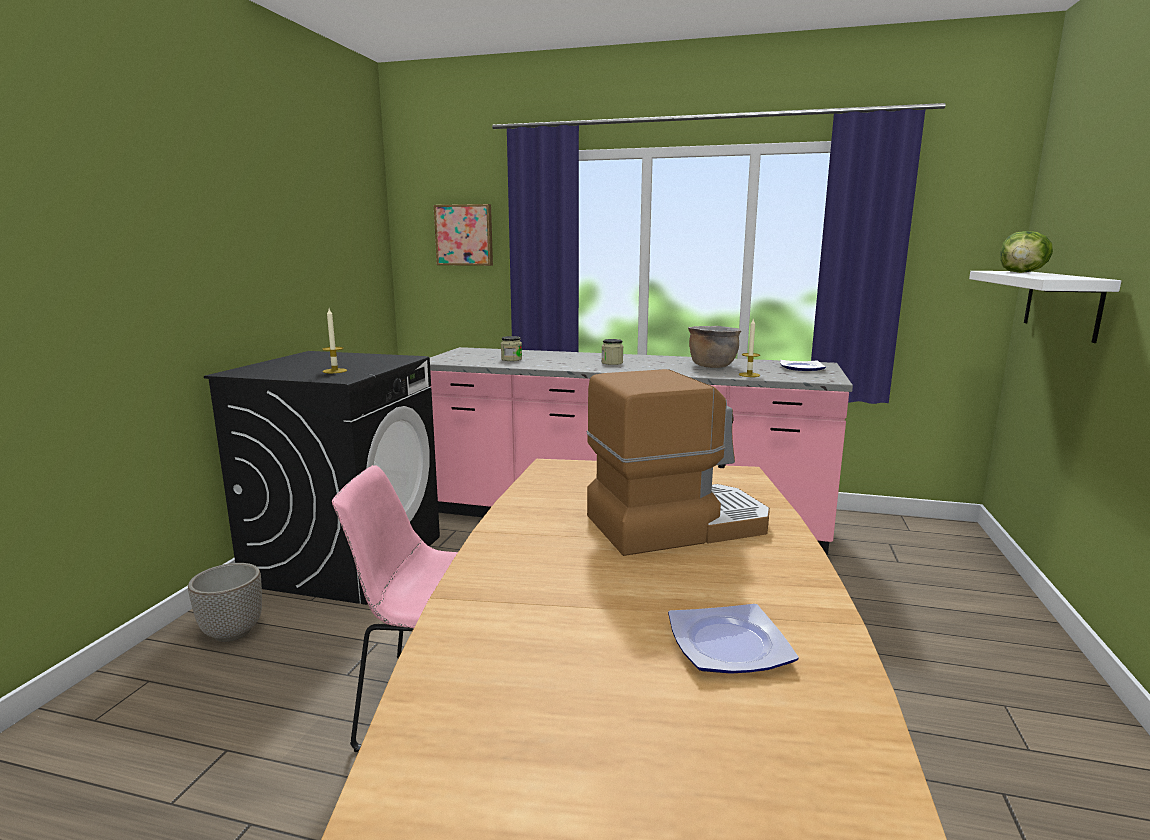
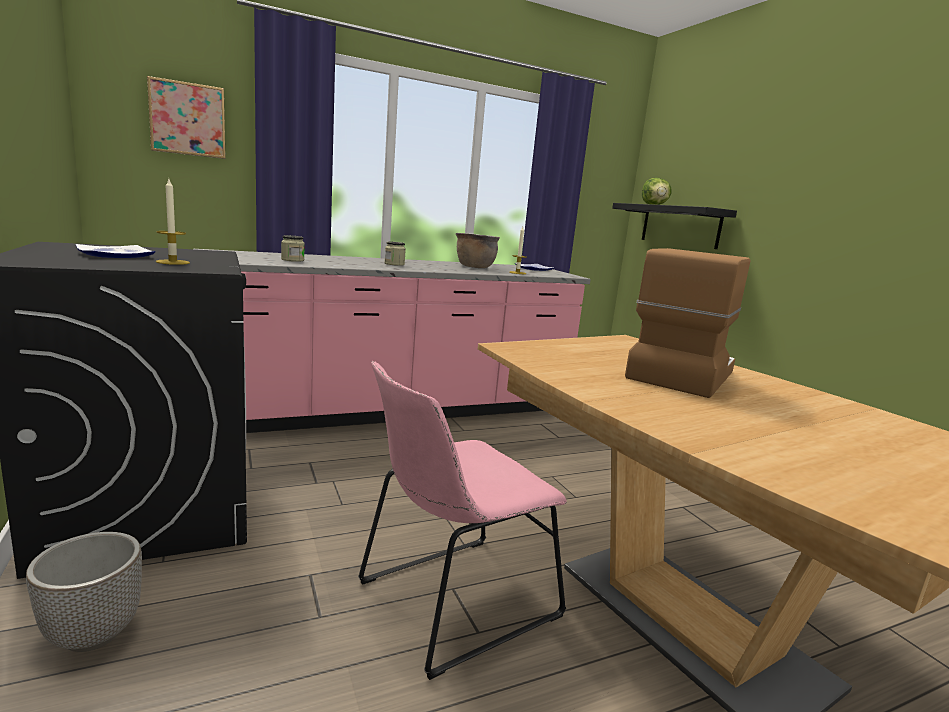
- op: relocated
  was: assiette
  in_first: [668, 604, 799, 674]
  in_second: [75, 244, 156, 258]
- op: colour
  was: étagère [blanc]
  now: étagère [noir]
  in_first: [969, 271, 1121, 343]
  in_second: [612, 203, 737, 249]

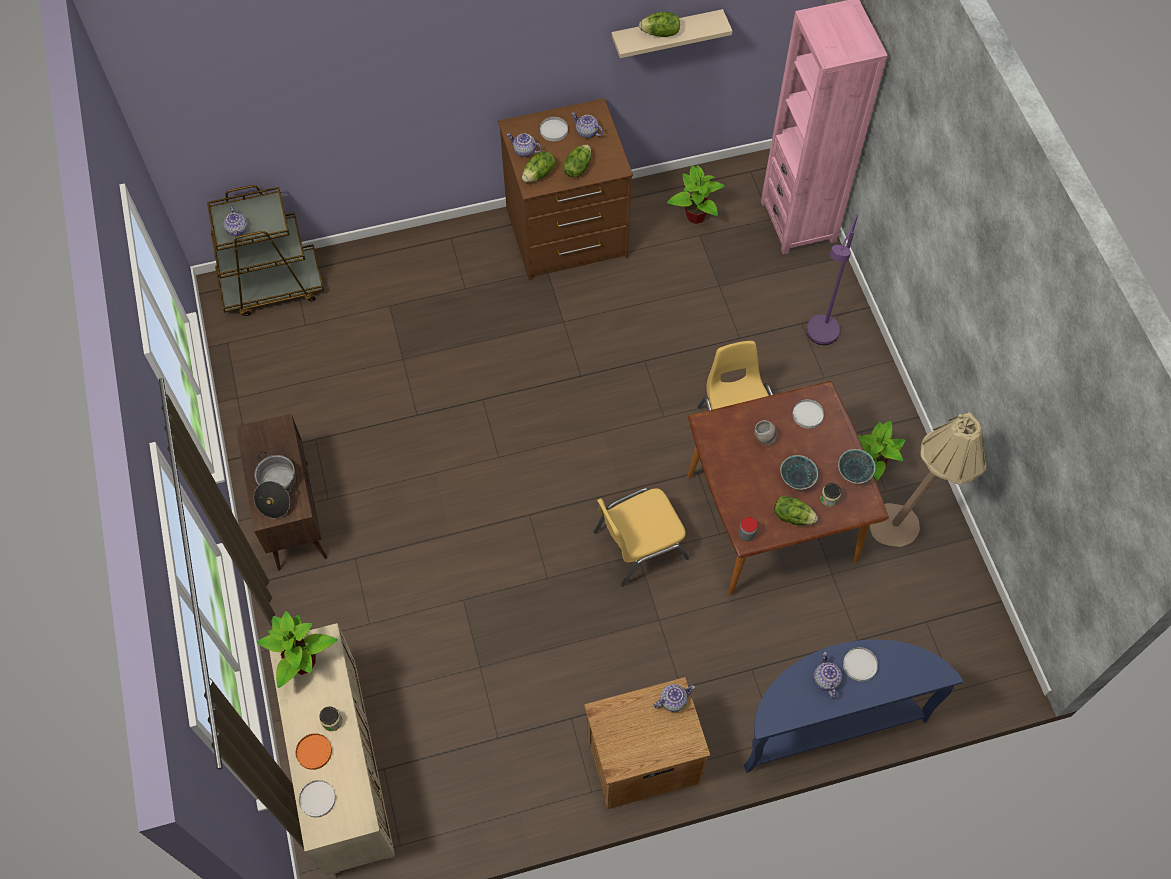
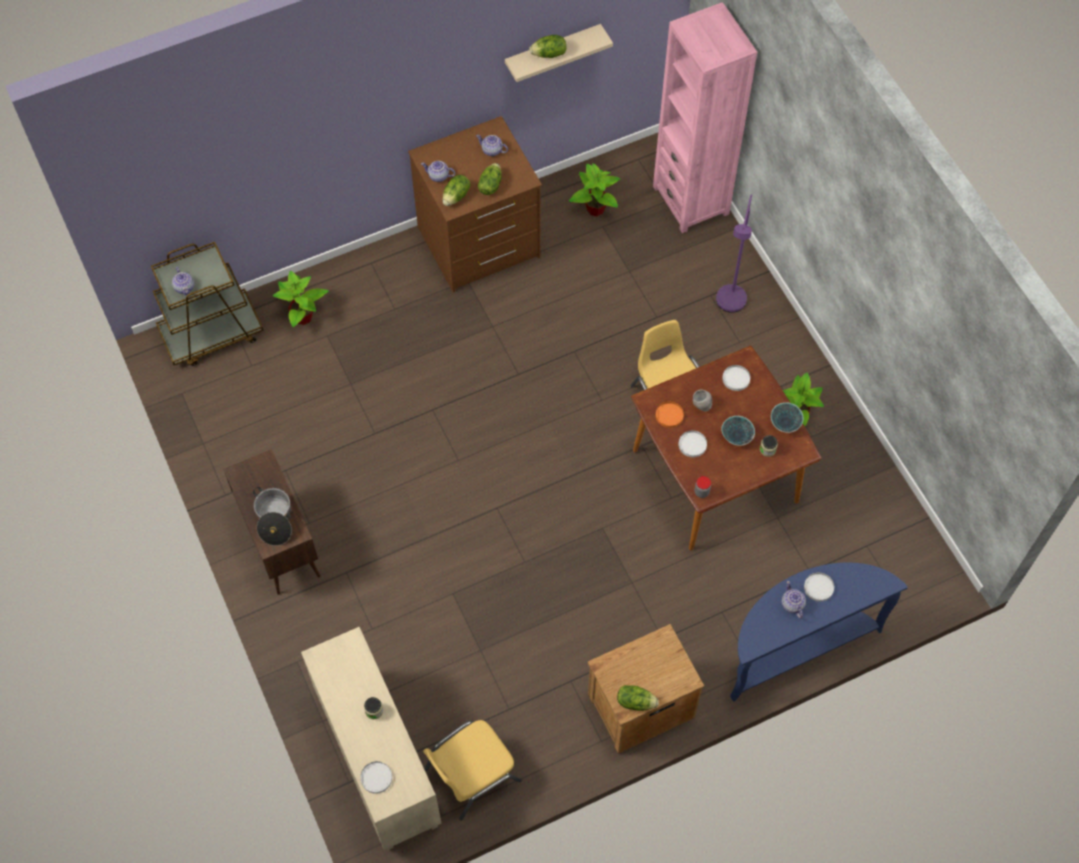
- op: relocated
  was: plante en pot
  in_first: [257, 611, 338, 688]
  in_second: [273, 271, 329, 327]
- op: relocated
  was: chaise [jaune]
  in_first: [594, 488, 689, 586]
  in_second: [423, 720, 522, 821]
- op: relocated
  was: laitue
  in_first: [774, 496, 818, 525]
  in_second: [617, 685, 659, 711]
- op: relocated
  was: assiette [orange]
  in_first: [296, 733, 332, 770]
  in_second: [656, 401, 684, 428]
- op: relocated
  was: assiette [blanc]
  in_first: [540, 117, 568, 141]
  in_second: [679, 430, 707, 457]
- op: missing
  was: théière
  in_first: [653, 684, 695, 712]
- op: missing
  was: lampadaire [beige]
  in_first: [870, 410, 987, 547]

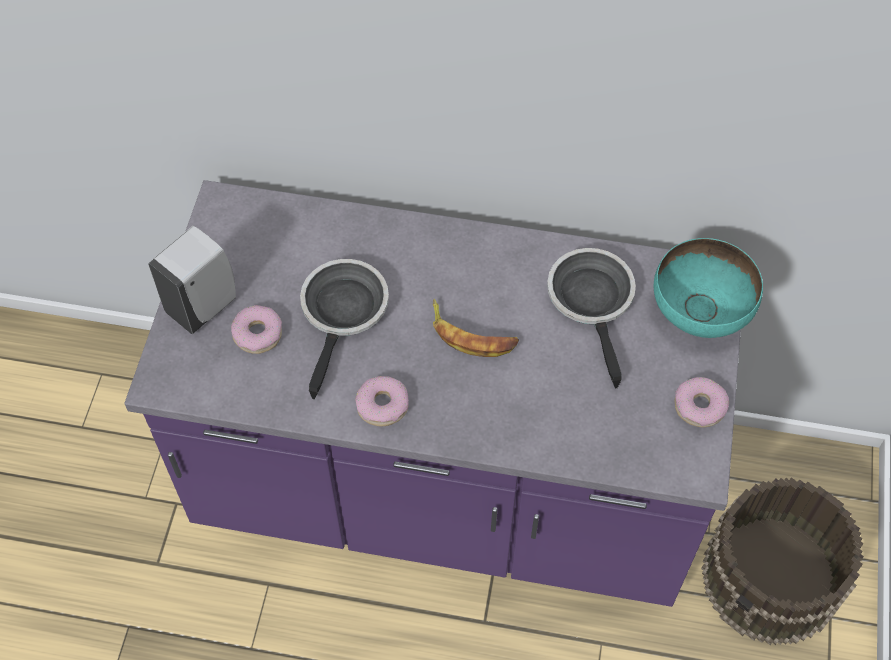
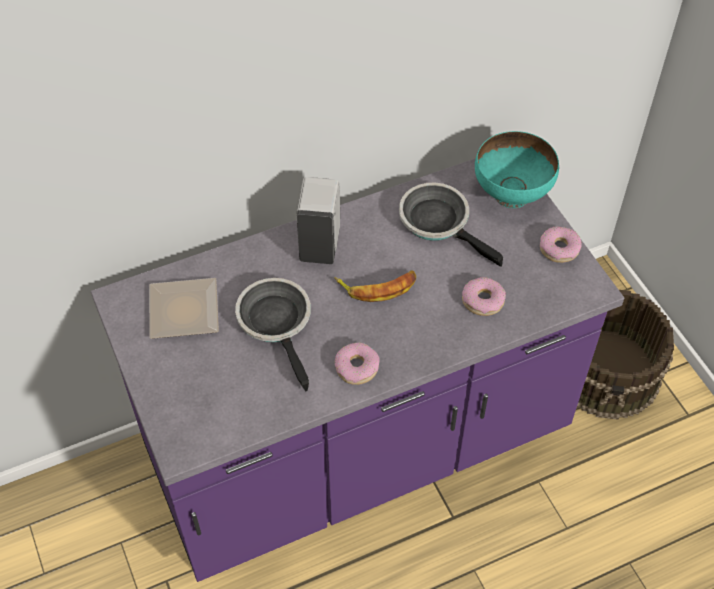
- op: appeared
  now: assiette
  in_second: [149, 278, 219, 339]
- op: relocated
  was: distributeur de savon [blanc]
  in_first: [148, 226, 236, 334]
  in_second: [297, 177, 340, 264]
- op: relocated
  was: beignet
  in_first: [231, 305, 282, 354]
  in_second: [462, 277, 506, 316]

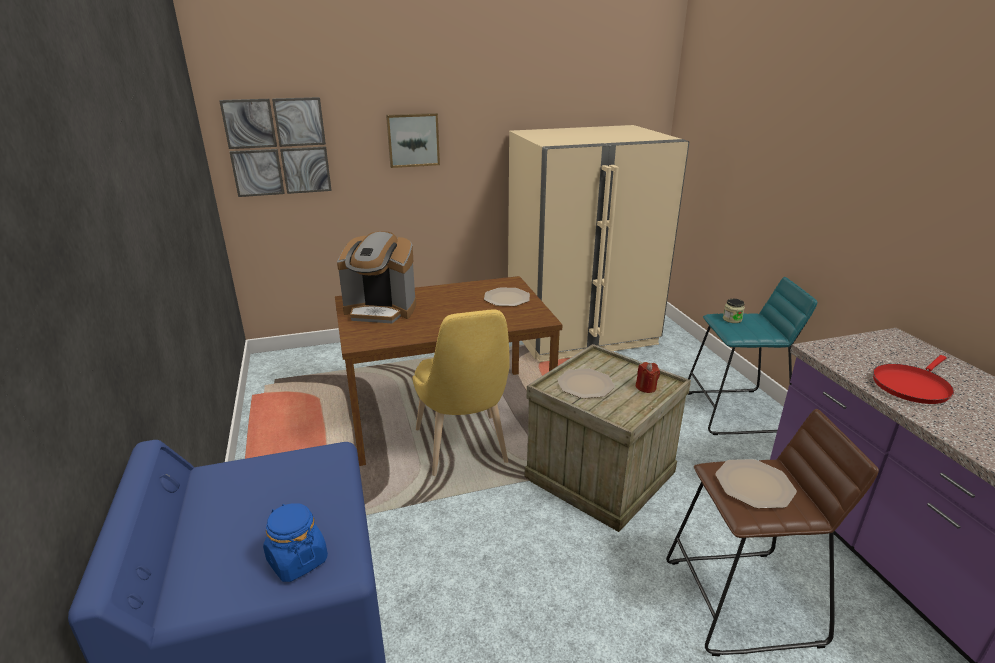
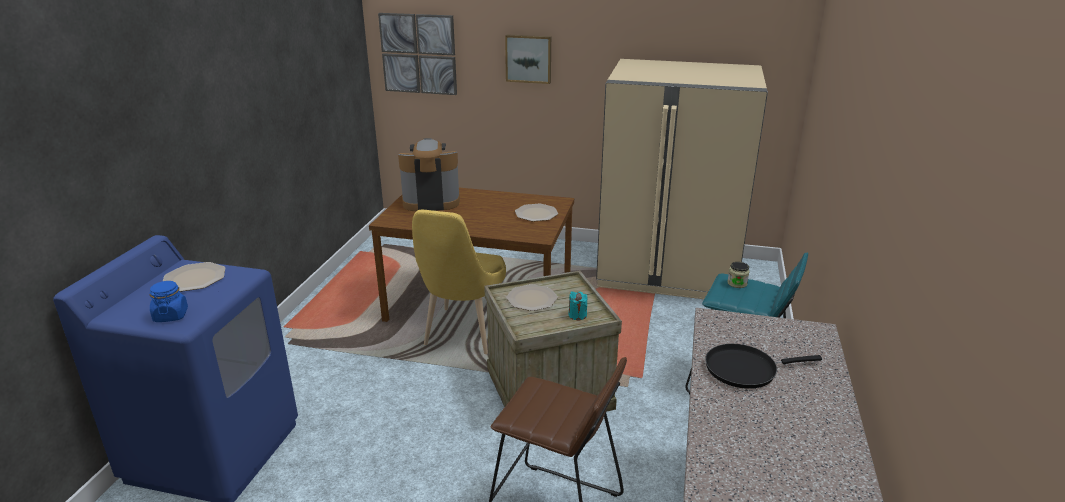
- op: relocated
  was: assiette
  in_first: [716, 459, 797, 509]
  in_second: [163, 262, 225, 292]
- op: spun
  was: machine à café
  in_first: [337, 231, 416, 323]
  in_second: [398, 138, 460, 211]
  clockwise: 135
- op: colour
  was: bougie [rouge]
  now: bougie [turquoise]
  in_first: [635, 362, 660, 393]
  in_second: [568, 292, 587, 320]
- op: colour
  was: poêle [rouge]
  now: poêle [noir]
  in_first: [873, 355, 954, 404]
  in_second: [705, 344, 822, 389]

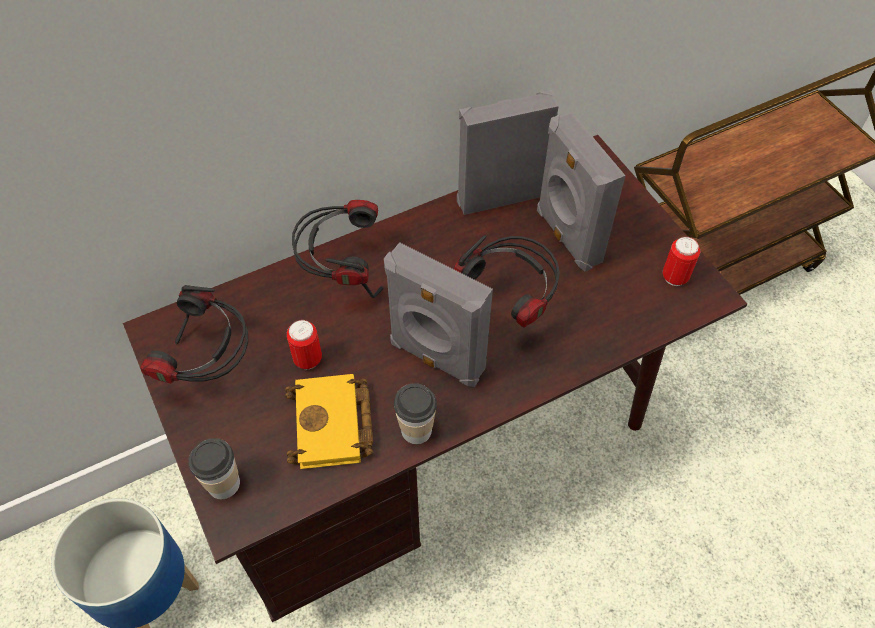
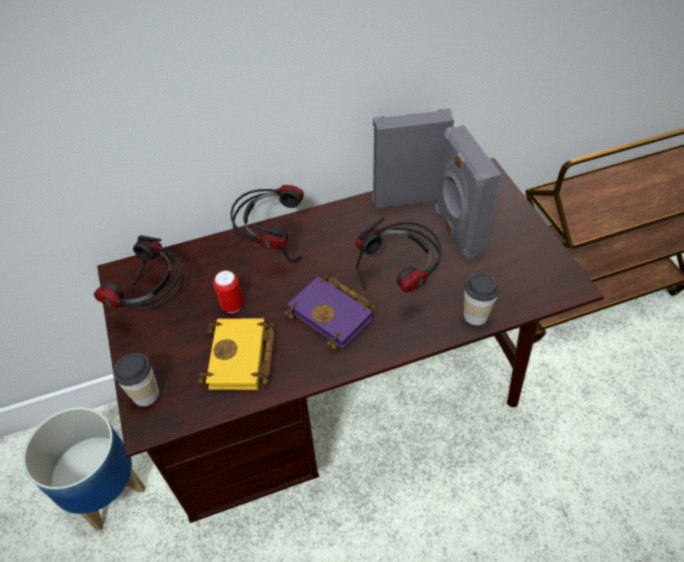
- op: exchanged
  was: enceinte [gris]
  now: livre [violet]
  in_first: [384, 242, 493, 387]
  in_second: [285, 275, 376, 350]
- op: relocated
  was: tasse
  in_first: [394, 383, 437, 444]
  in_second: [464, 273, 499, 325]
- op: missing
  was: boîte métallique
  in_first: [663, 237, 700, 286]

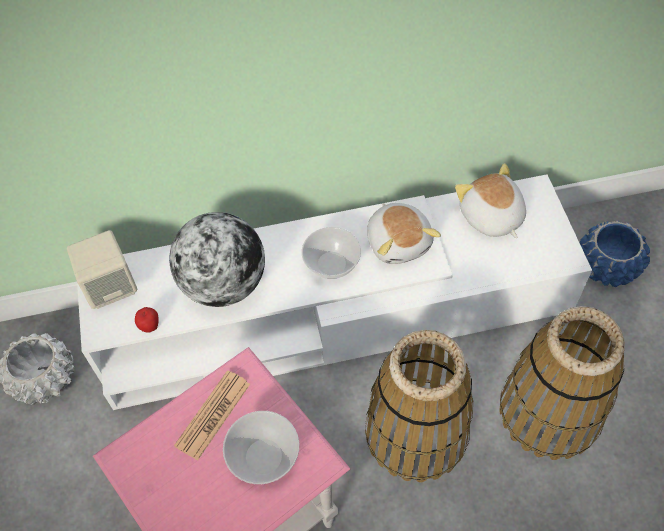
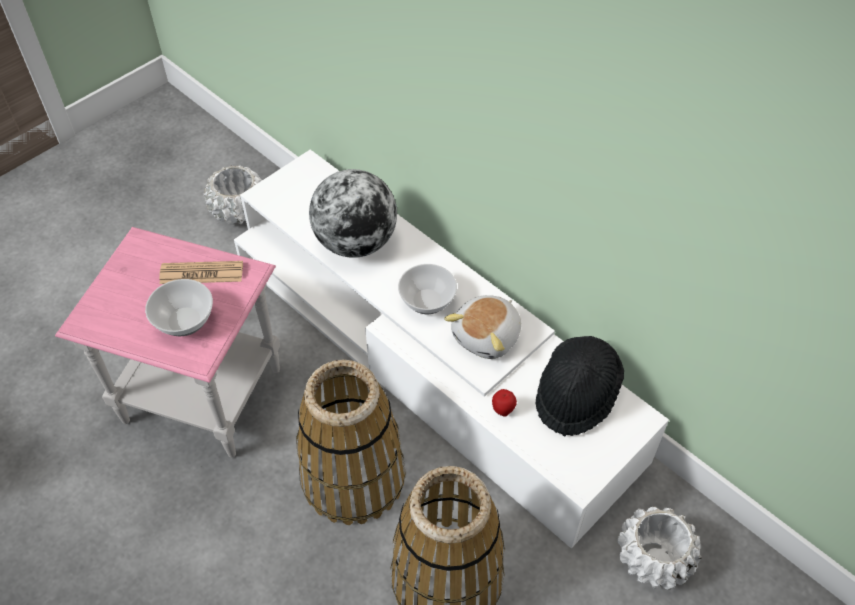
- op: relocated
  was: pomme
  in_first: [135, 307, 159, 333]
  in_second: [492, 389, 517, 417]
- op: exchanged
  was: peluche
  now: chapeau [noir]
  in_first: [455, 163, 526, 238]
  in_second: [535, 336, 624, 436]
- op: colour
  was: cache-pot [bleu]
  now: cache-pot [blanc]
  in_first: [579, 220, 650, 287]
  in_second: [617, 506, 702, 590]
- op: missing
  was: enceinte [beige]
  in_first: [67, 230, 137, 309]

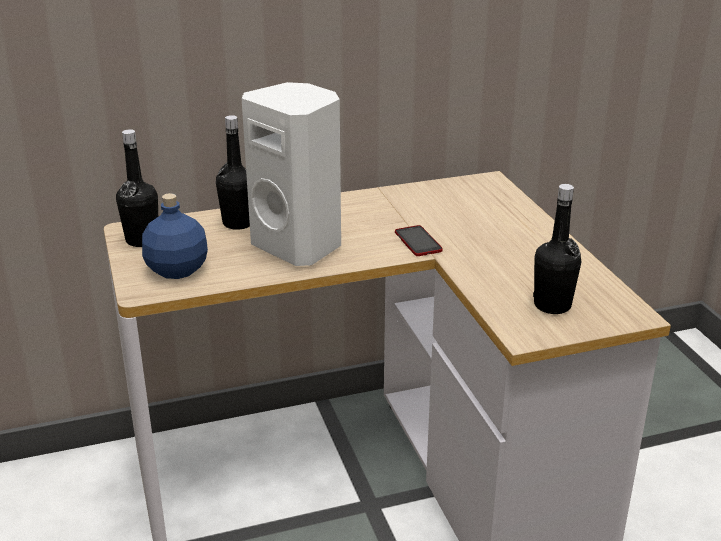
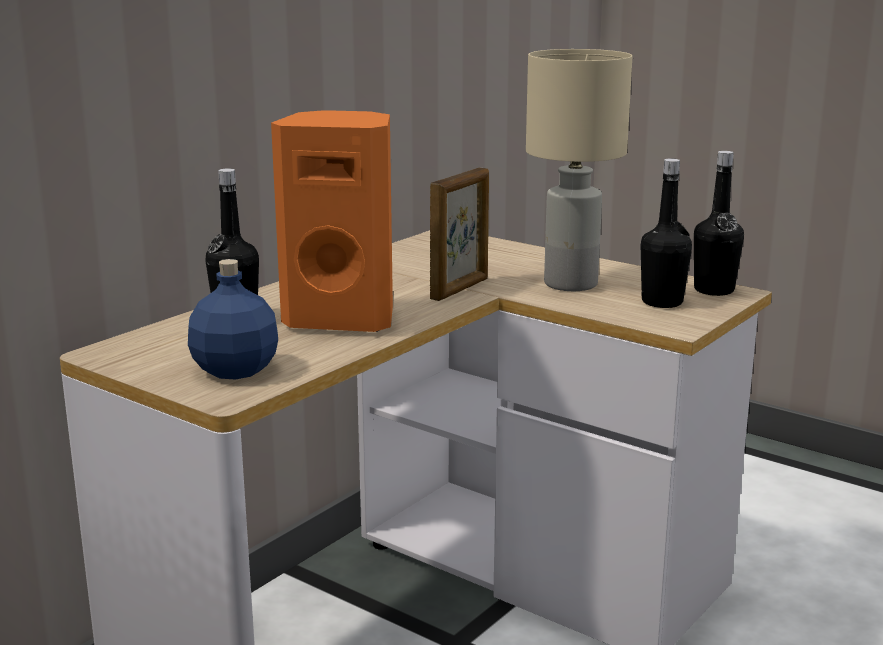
- op: colour
  was: enceinte [blanc]
  now: enceinte [orange]
  in_first: [242, 82, 341, 266]
  in_second: [271, 110, 393, 332]
- op: exchanged
  was: téléphone
  now: cadre photo
  in_first: [395, 225, 443, 256]
  in_second: [430, 168, 489, 301]
- op: appeared
  now: lampe de table [beige]
  in_second: [526, 49, 632, 291]
- op: relocated
  was: bouteille [noir]
  in_first: [116, 129, 158, 247]
  in_second: [694, 151, 744, 296]

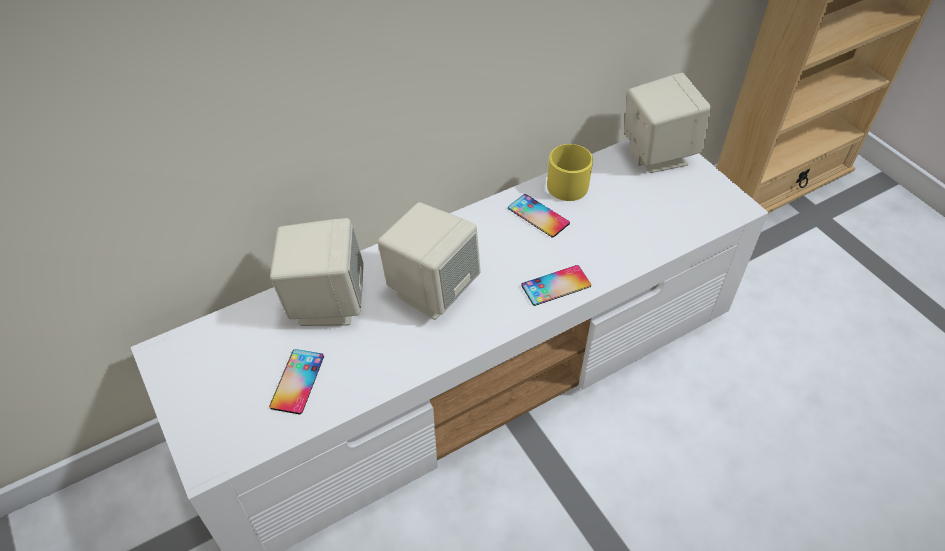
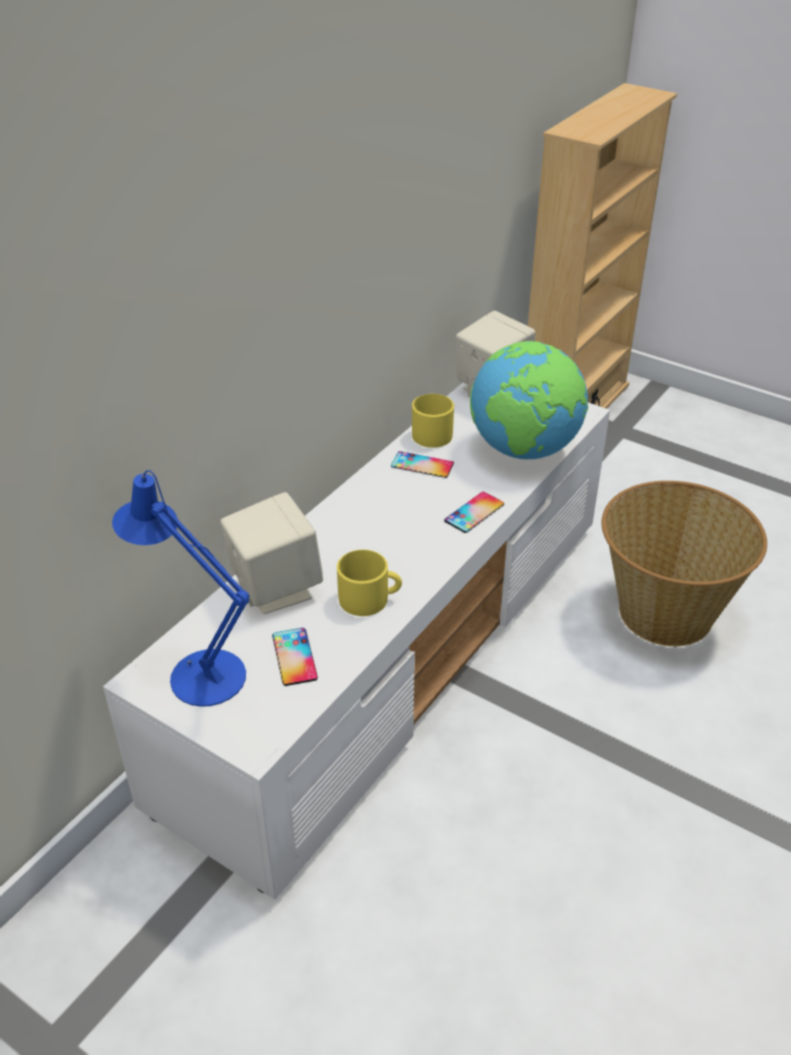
- op: appeared
  now: lampe de table [bleu]
  in_second: [112, 470, 249, 707]
- op: appeared
  now: mug [jaune]
  in_second: [337, 550, 402, 616]
- op: appeared
  now: globe
  in_second: [470, 341, 588, 459]
- op: appeared
  now: panier
  in_second: [602, 481, 767, 646]
- op: missing
  was: enceinte [beige]
  in_first: [378, 202, 481, 320]

